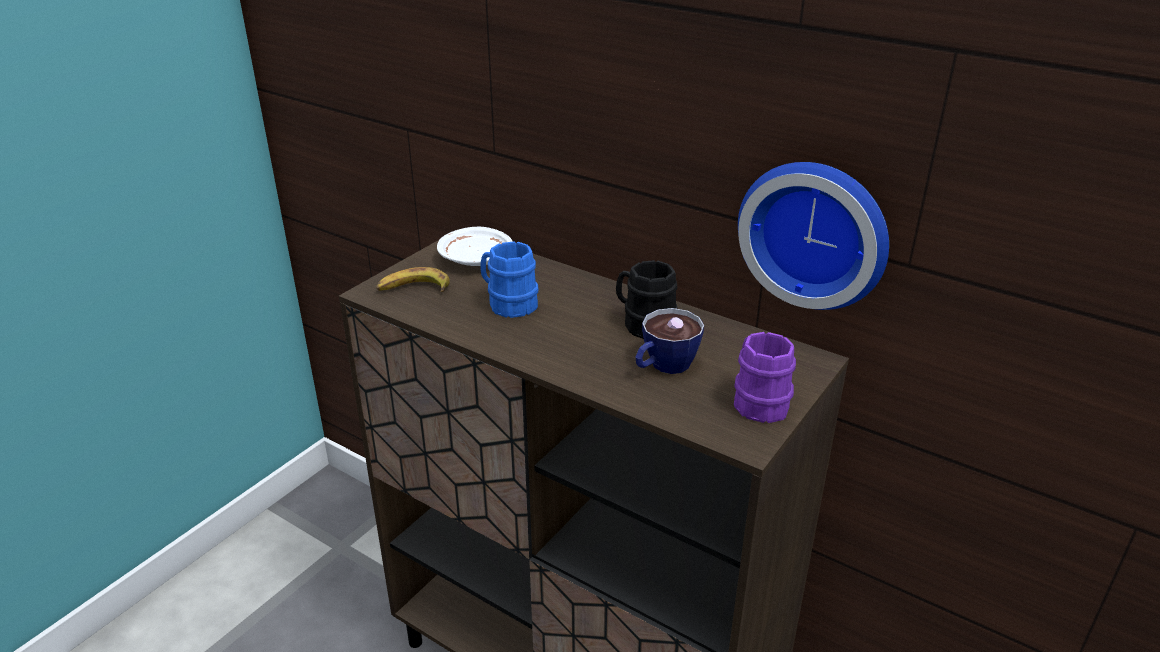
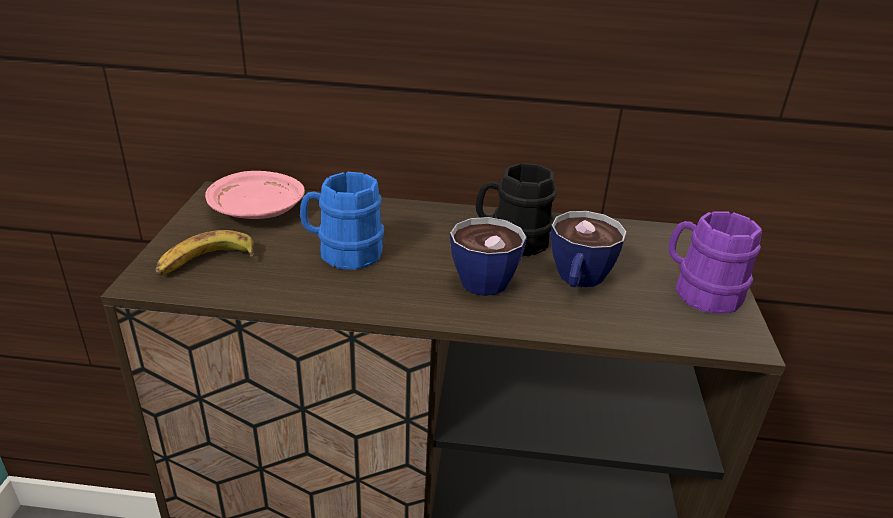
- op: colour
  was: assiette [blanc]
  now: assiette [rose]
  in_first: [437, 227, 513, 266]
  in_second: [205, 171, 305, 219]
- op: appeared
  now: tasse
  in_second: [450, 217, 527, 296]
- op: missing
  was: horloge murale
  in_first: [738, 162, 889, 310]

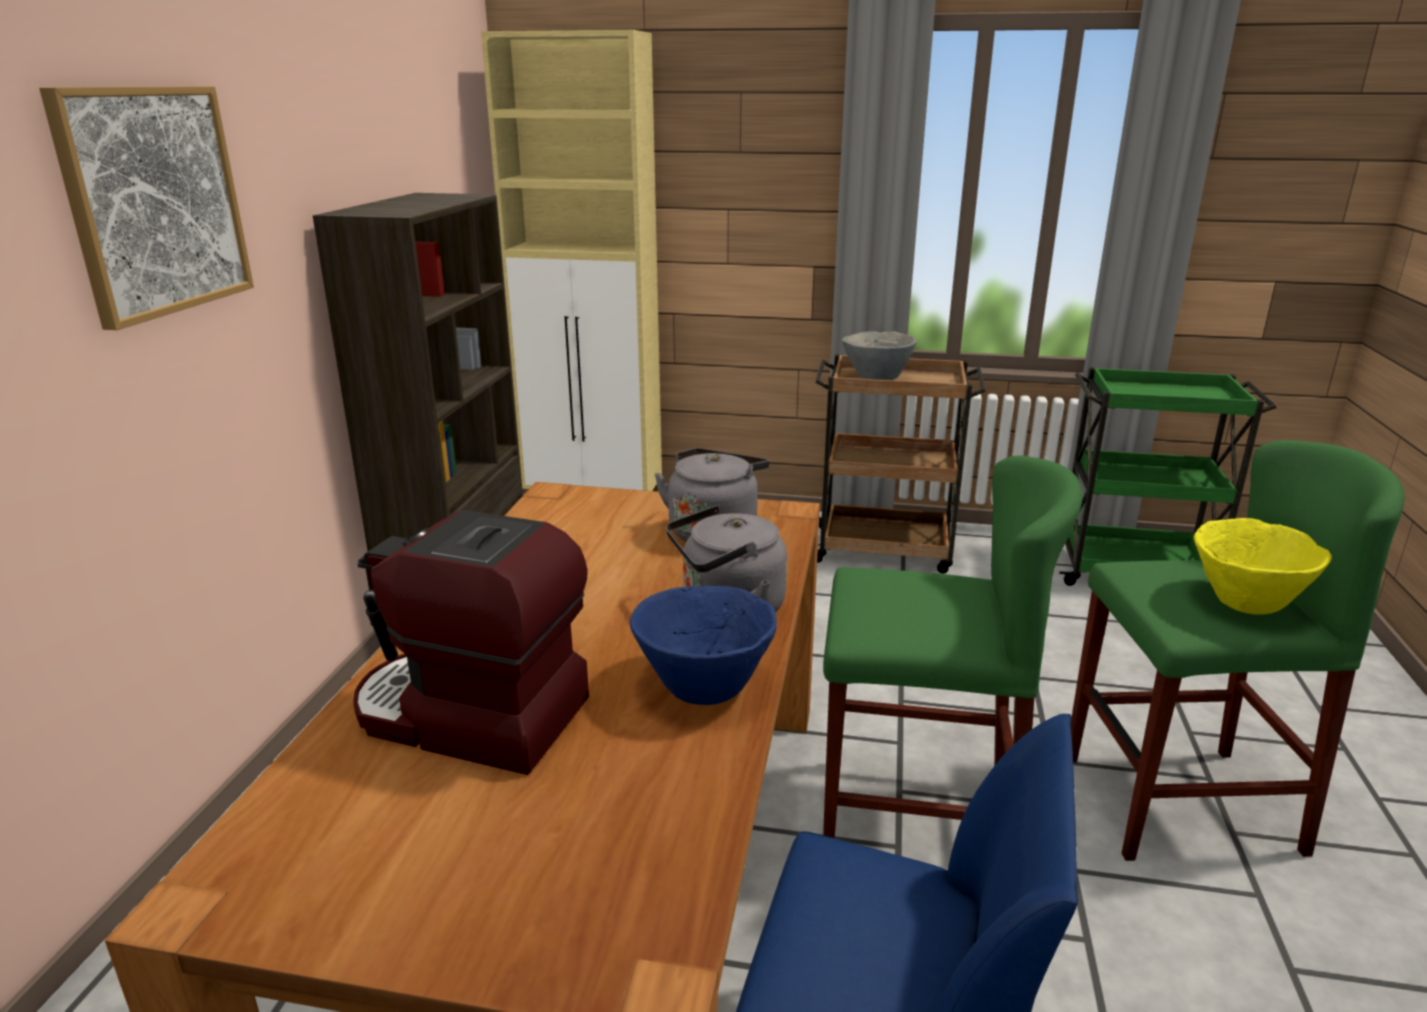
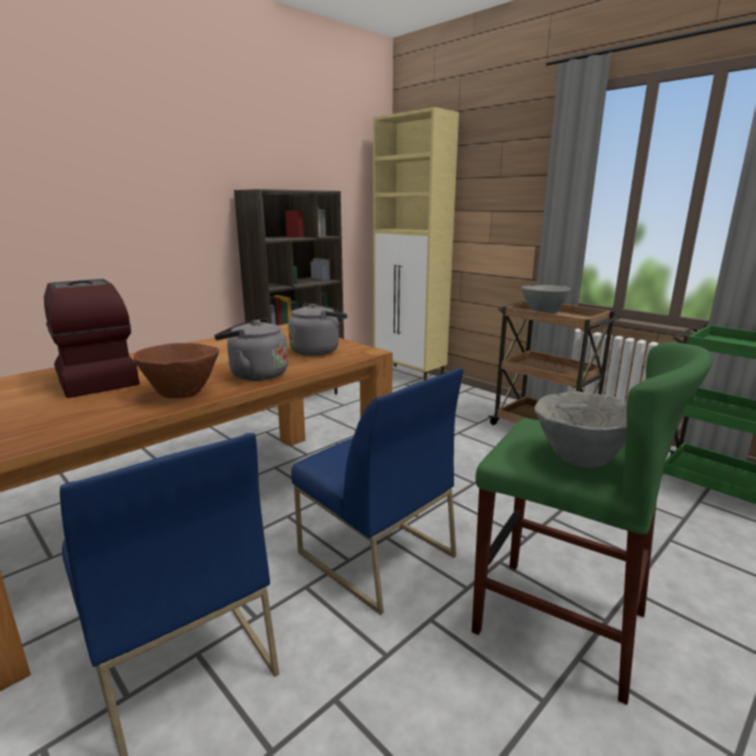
- op: colour
  was: bol [bleu]
  now: bol [marron]
  in_first: [630, 586, 777, 705]
  in_second: [133, 343, 219, 398]
- op: exchanged
  was: tabouret [vert]
  now: chaise [bleu]
  in_first: [823, 455, 1083, 838]
  in_second: [291, 368, 463, 615]
- op: colour
  was: bol [jaune]
  now: bol [gris]
  in_first: [1194, 518, 1332, 614]
  in_second: [534, 391, 627, 468]
- op: missing
  was: tableau
  in_first: [39, 86, 254, 331]

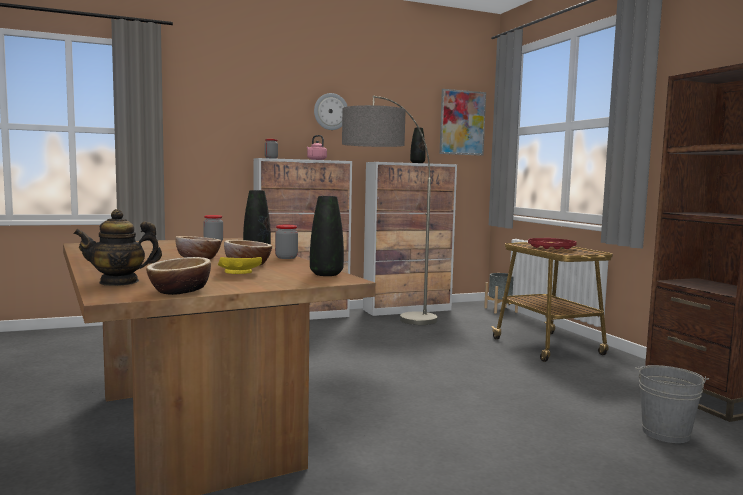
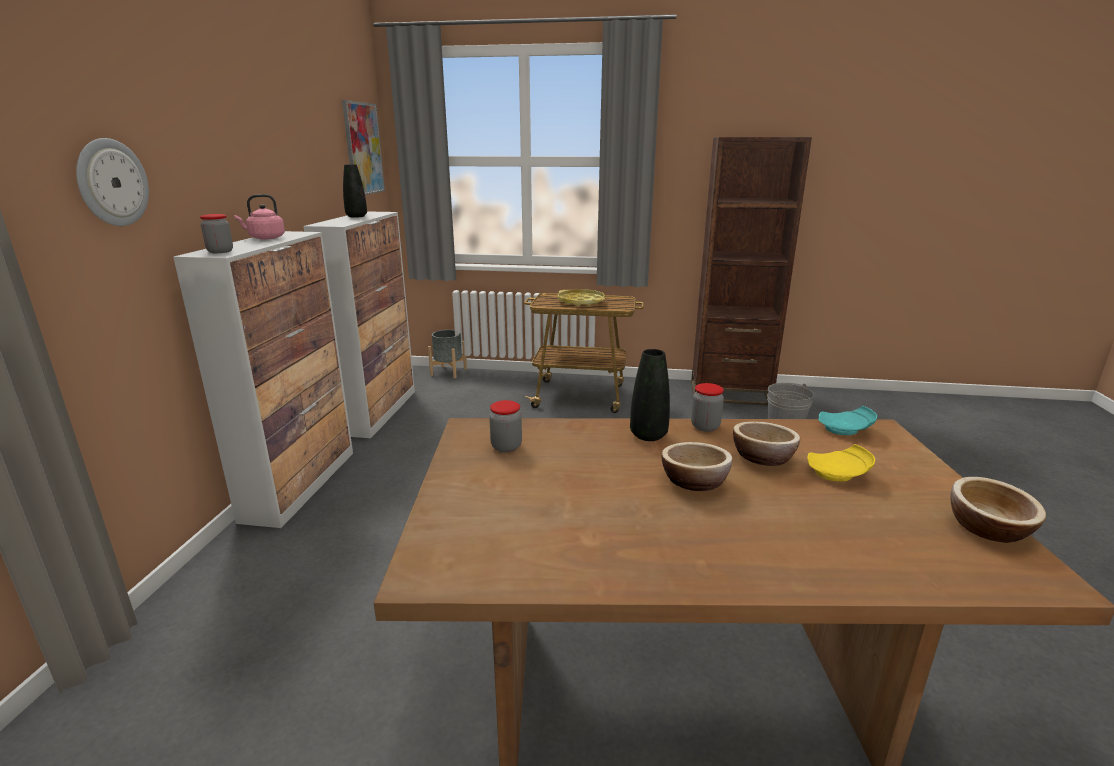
- op: relocated
  was: horloge murale
  in_first: [314, 93, 348, 130]
  in_second: [76, 138, 149, 226]
- op: colour
  was: plateau [rouge]
  now: plateau [jaune]
  in_first: [528, 238, 577, 250]
  in_second: [558, 289, 605, 306]
- op: exchanged
  was: vase [noir]
  now: assiette [turquoise]
  in_first: [310, 196, 344, 276]
  in_second: [818, 406, 877, 435]
- op: missing
  was: théière
  in_first: [73, 209, 162, 286]
- op: missing
  was: lampadaire
  in_first: [342, 96, 438, 325]

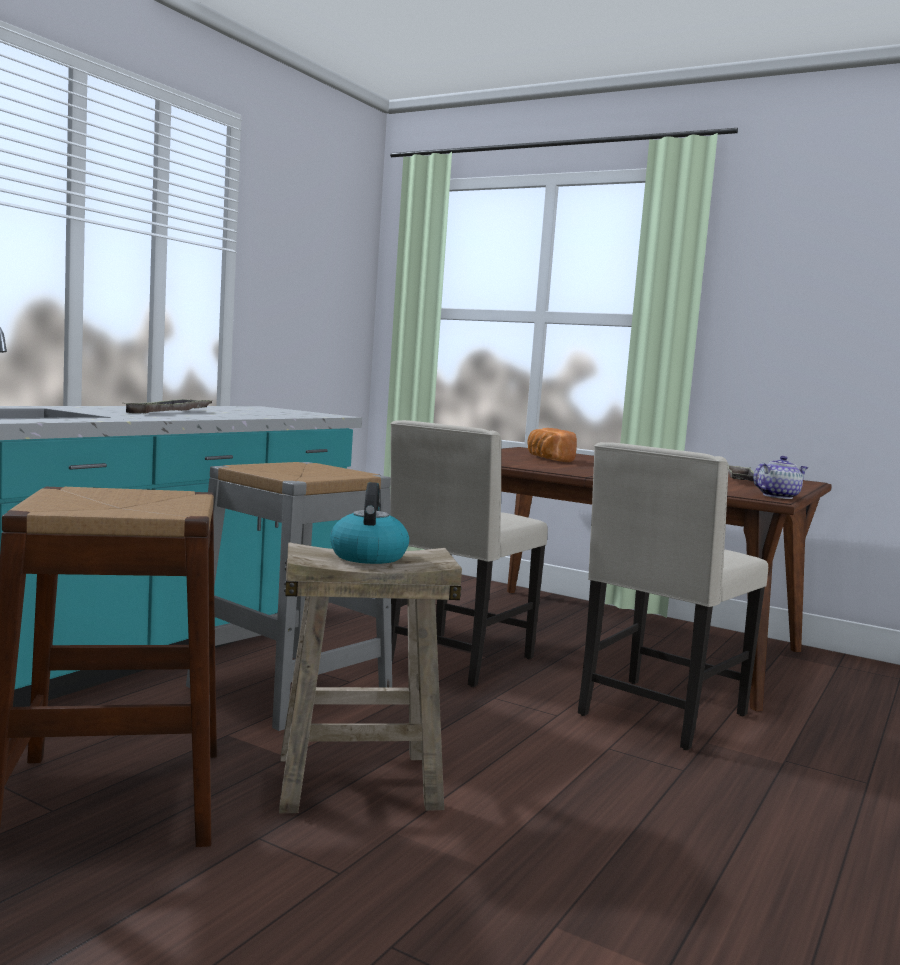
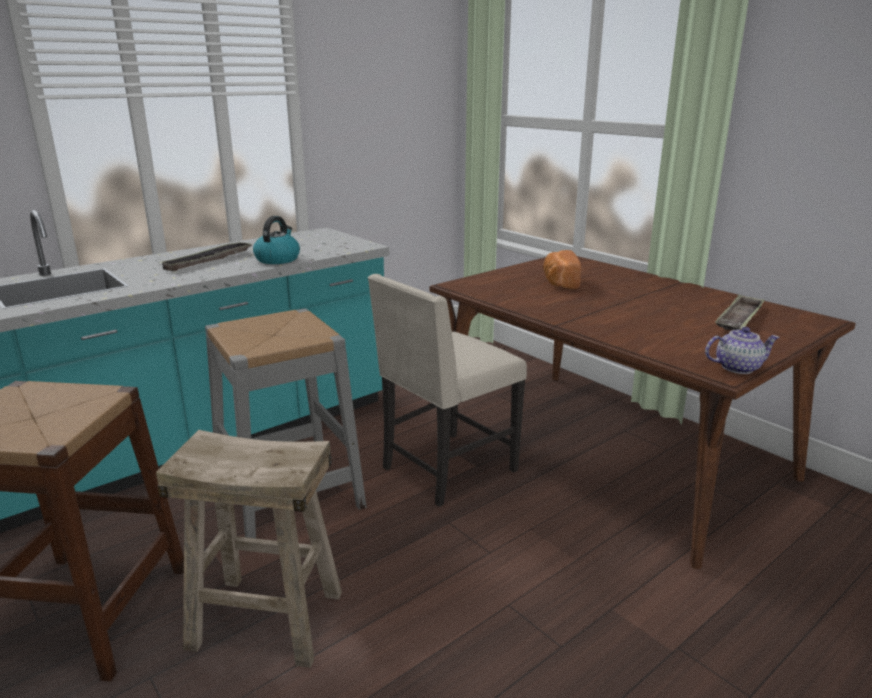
- op: relocated
  was: bouilloire
  in_first: [330, 482, 409, 564]
  in_second: [253, 216, 300, 264]
- op: missing
  was: chaise [beige]
  in_first: [578, 442, 768, 750]

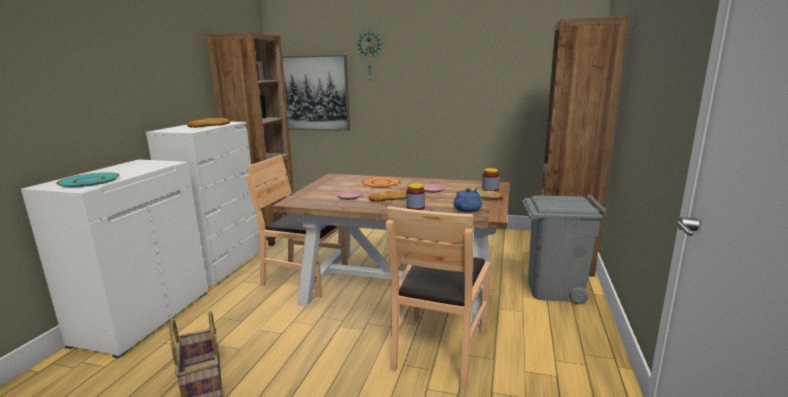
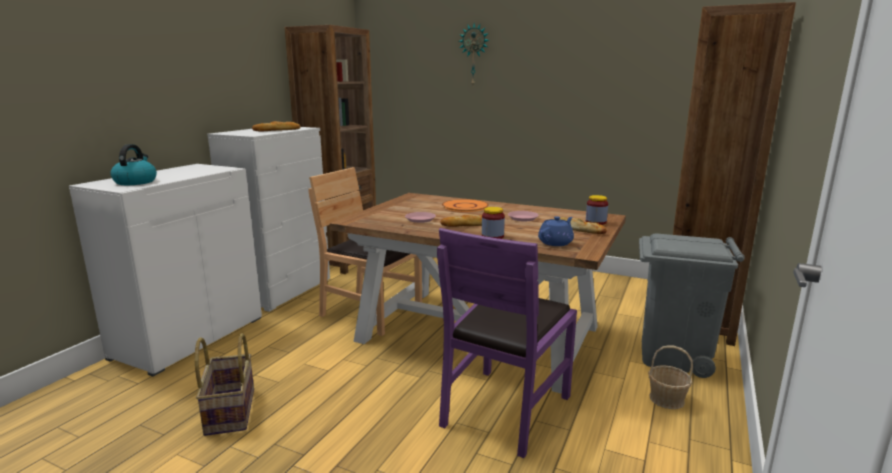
- op: exchanged
  was: assiette [turquoise]
  now: bouilloire
  in_first: [56, 172, 120, 188]
  in_second: [110, 144, 157, 185]
- op: colour
  was: chaise [marron]
  now: chaise [violet]
  in_first: [386, 206, 491, 388]
  in_second: [437, 228, 577, 458]
- op: appeared
  now: panier
  in_second: [648, 345, 693, 409]
- op: missing
  was: tableau
  in_first: [282, 55, 350, 131]

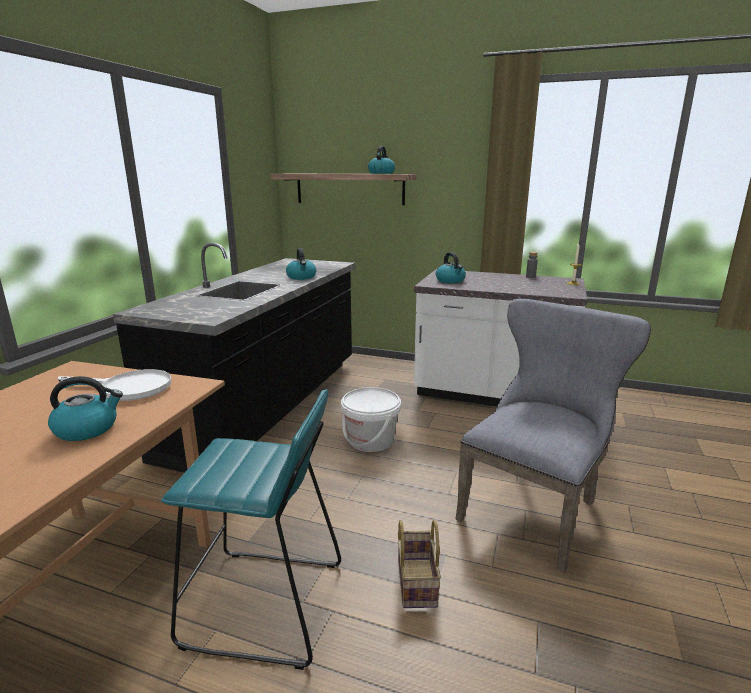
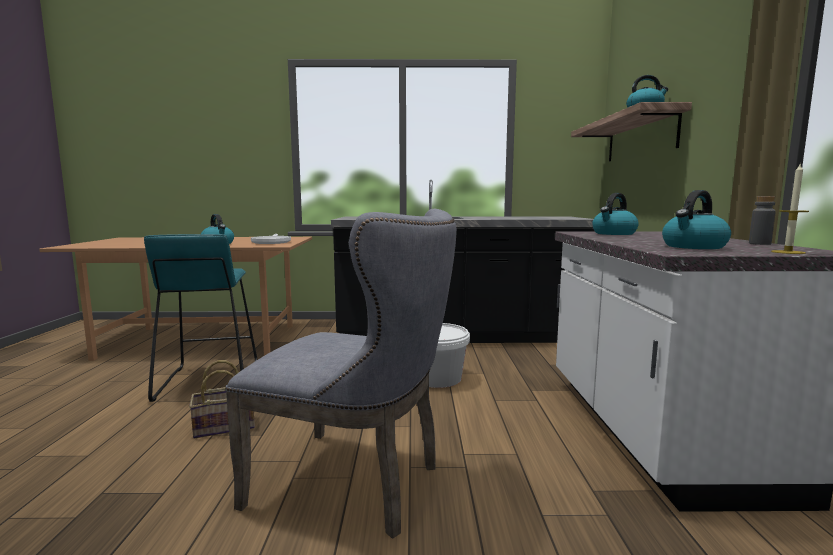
- op: relocated
  was: bouilloire
  in_first: [286, 248, 316, 280]
  in_second: [662, 190, 731, 249]

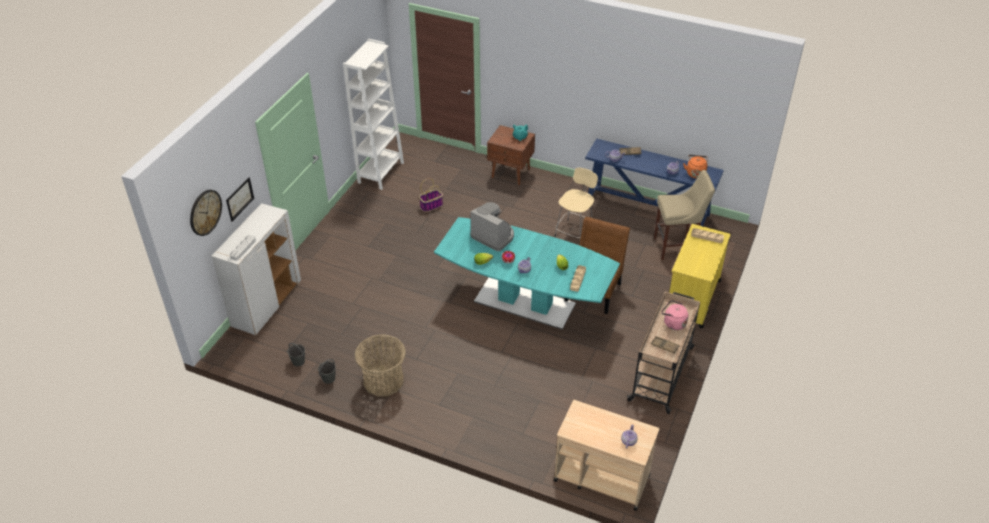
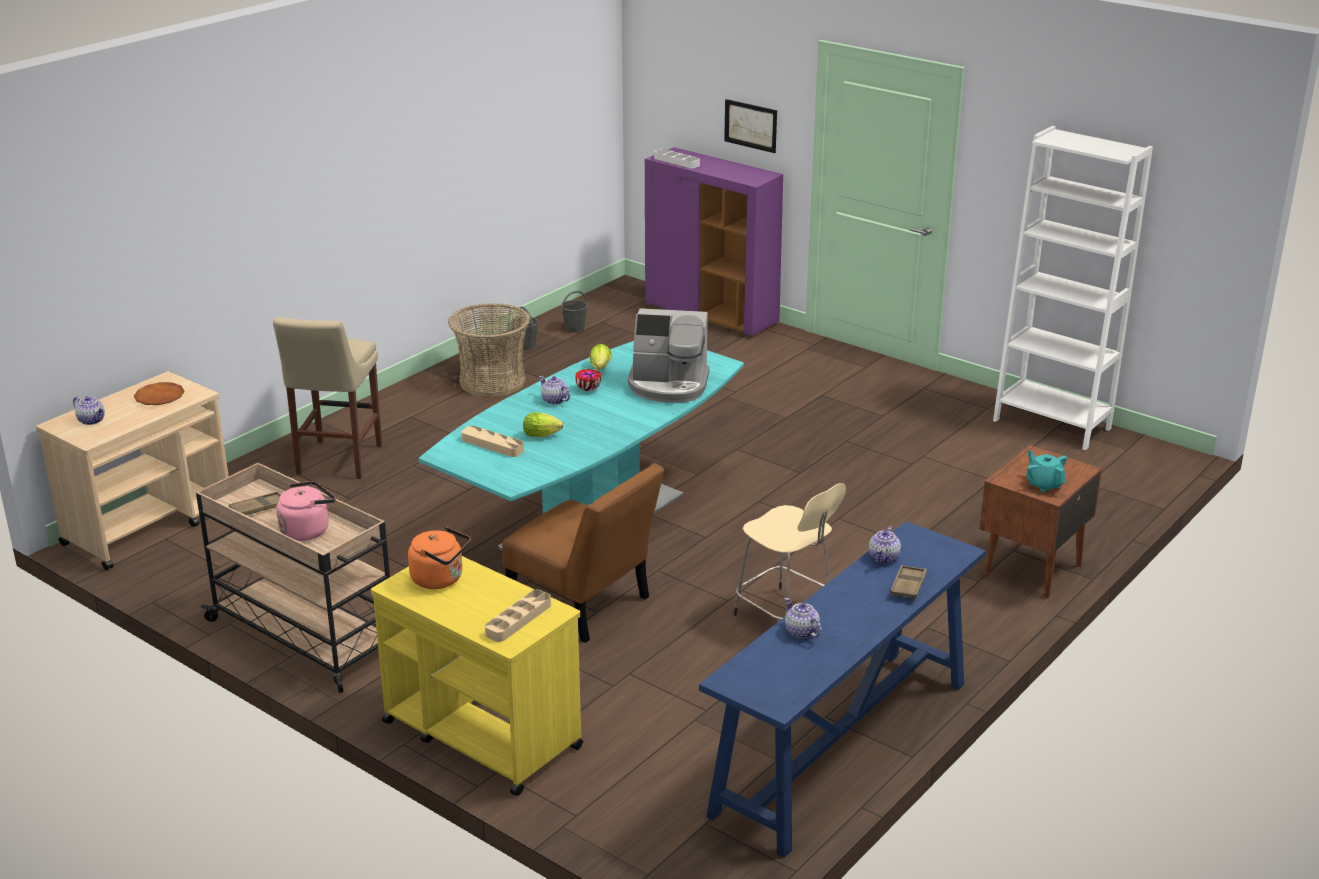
- op: appeared
  now: assiette [marron]
  in_second: [134, 382, 185, 405]
- op: relocated
  was: tabouret [beige]
  in_first: [654, 170, 715, 260]
  in_second: [273, 317, 382, 479]
- op: relocated
  was: bouilloire [orange]
  in_first: [683, 155, 708, 179]
  in_second: [408, 527, 471, 589]
- op: spun
  was: machine à café
  in_first: [470, 202, 514, 251]
  in_second: [628, 308, 710, 403]
  clockwise: 45
- op: colour
  was: meuble de rangement [blanc]
  now: meuble de rangement [violet]
  in_first: [211, 203, 301, 335]
  in_second: [645, 147, 783, 337]
- op: missing
  was: horloge murale
  in_first: [190, 190, 222, 236]
- op: missing
  was: panier
  in_first: [419, 178, 443, 212]

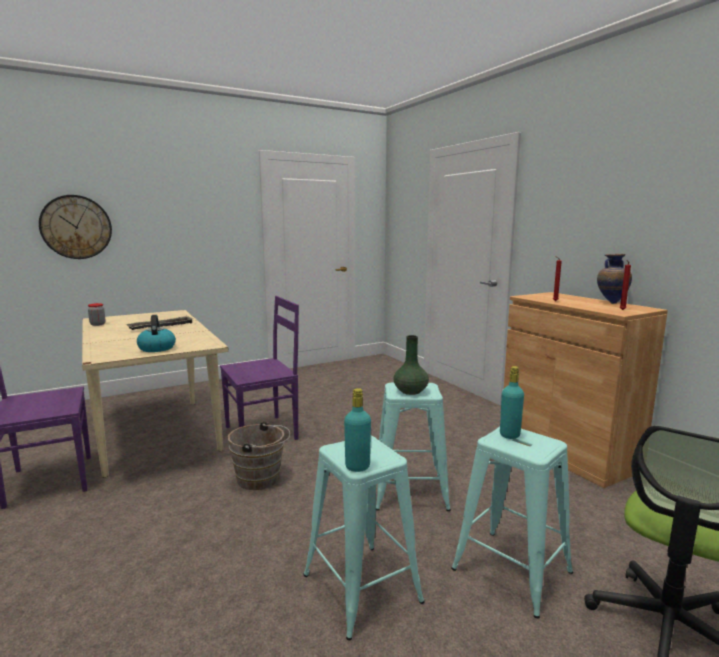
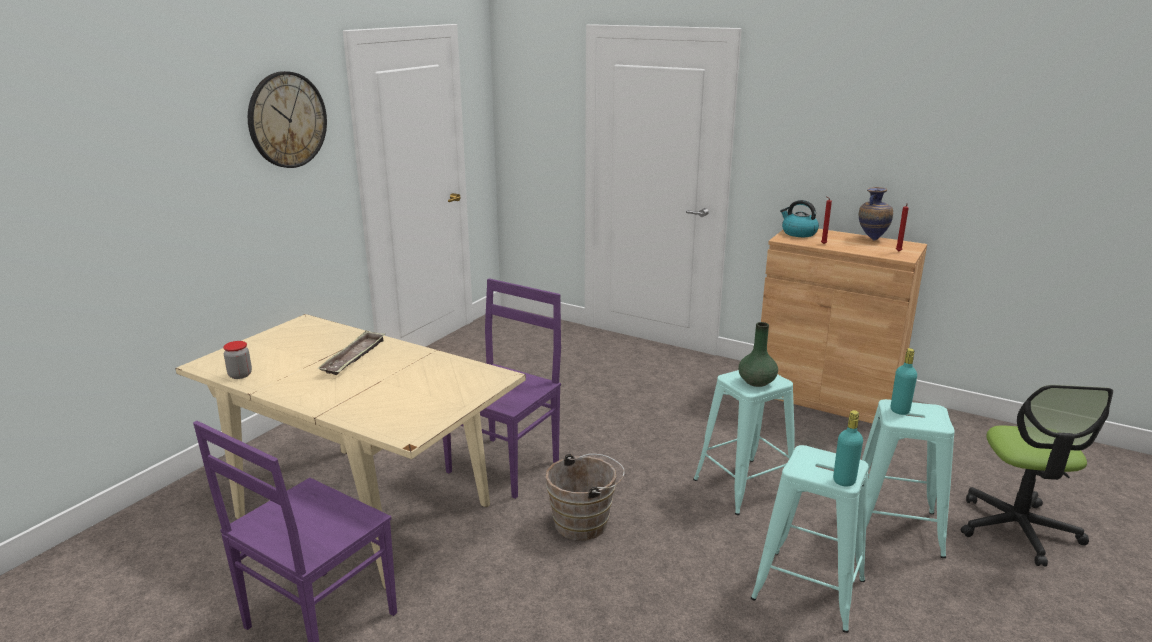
- op: relocated
  was: horloge murale
  in_first: [39, 195, 112, 259]
  in_second: [248, 71, 327, 168]
- op: relocated
  was: bouilloire
  in_first: [137, 315, 176, 352]
  in_second: [780, 200, 819, 237]

